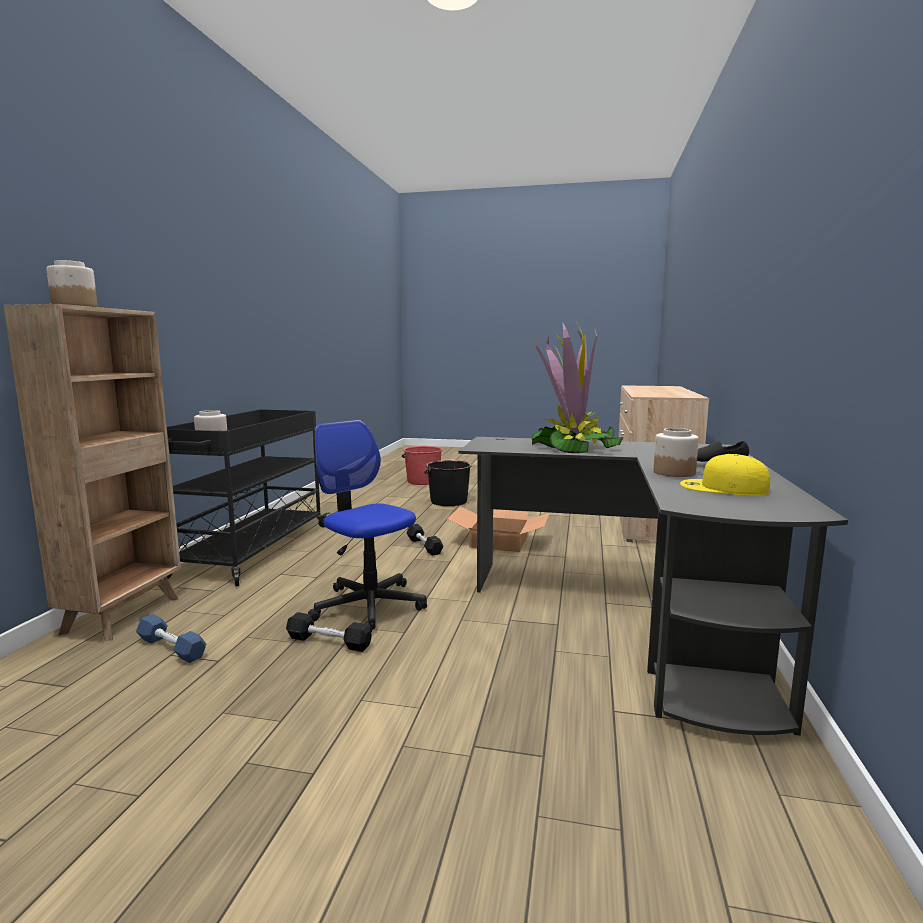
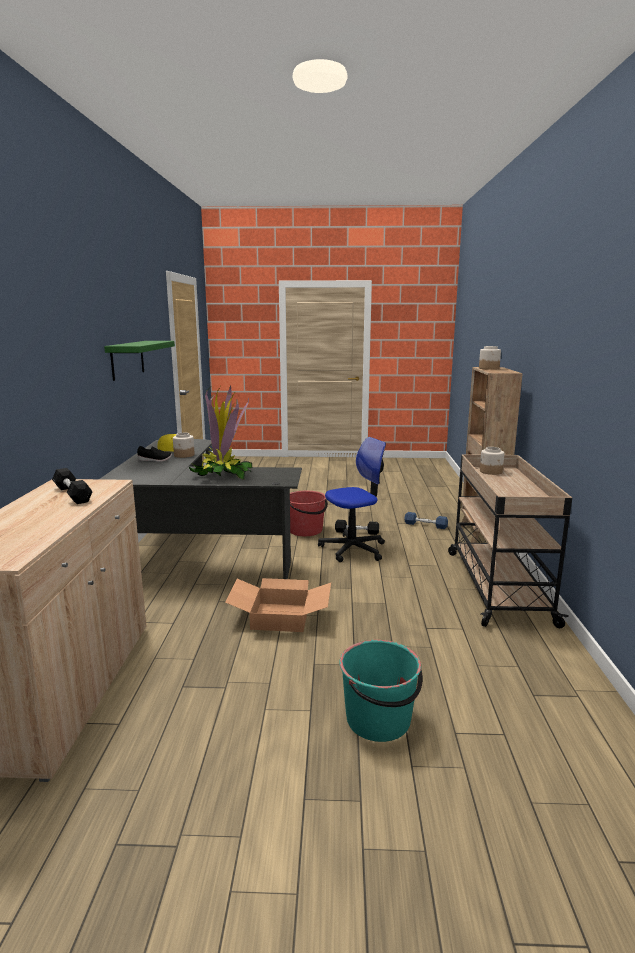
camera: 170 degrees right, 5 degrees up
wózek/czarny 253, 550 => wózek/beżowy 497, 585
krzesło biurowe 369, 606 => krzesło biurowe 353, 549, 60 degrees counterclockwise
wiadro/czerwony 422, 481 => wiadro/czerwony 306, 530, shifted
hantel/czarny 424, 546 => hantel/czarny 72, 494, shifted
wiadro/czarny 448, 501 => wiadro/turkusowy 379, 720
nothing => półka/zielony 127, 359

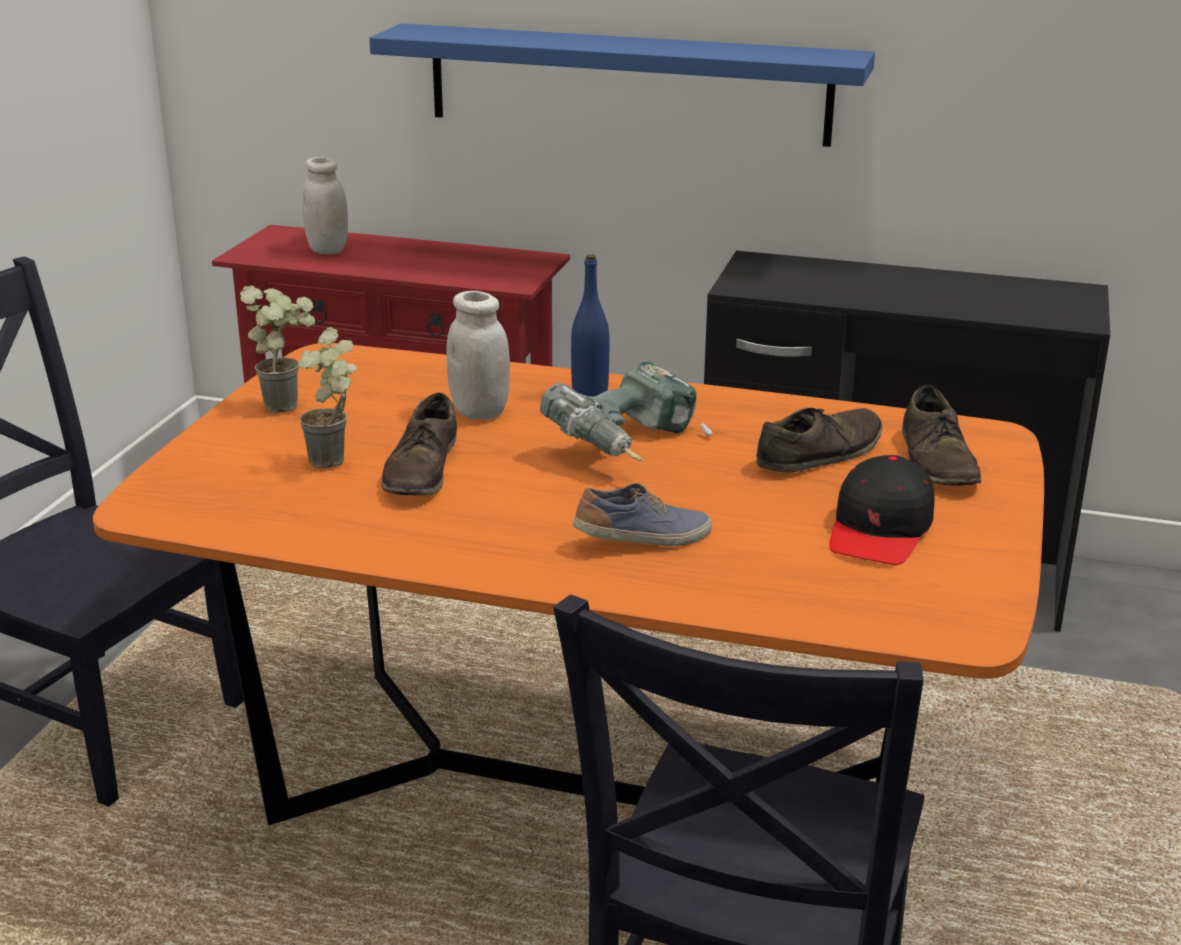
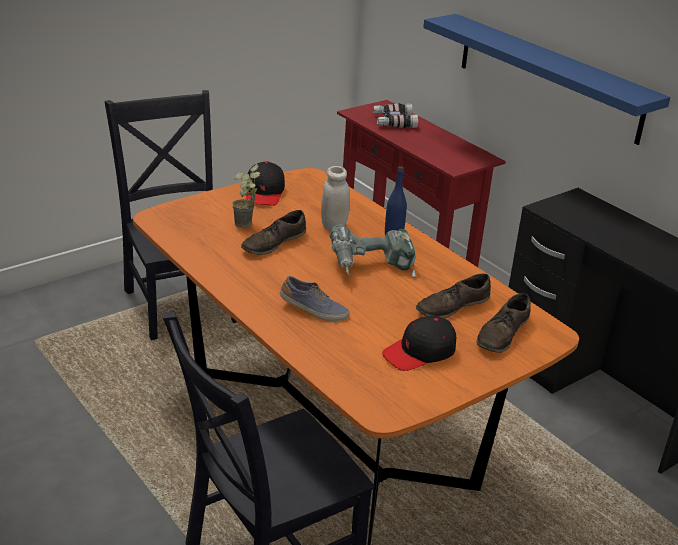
camera: 35 degrees right, 5 degrees up
roślina doniczkowa 288, 404 => czapka z daszkiem/czarny 264, 193
słoik/biały 328, 250 => lornetka 393, 121
but/brązowy 820, 453 => but/brązowy 452, 306, 150 degrees clockwise

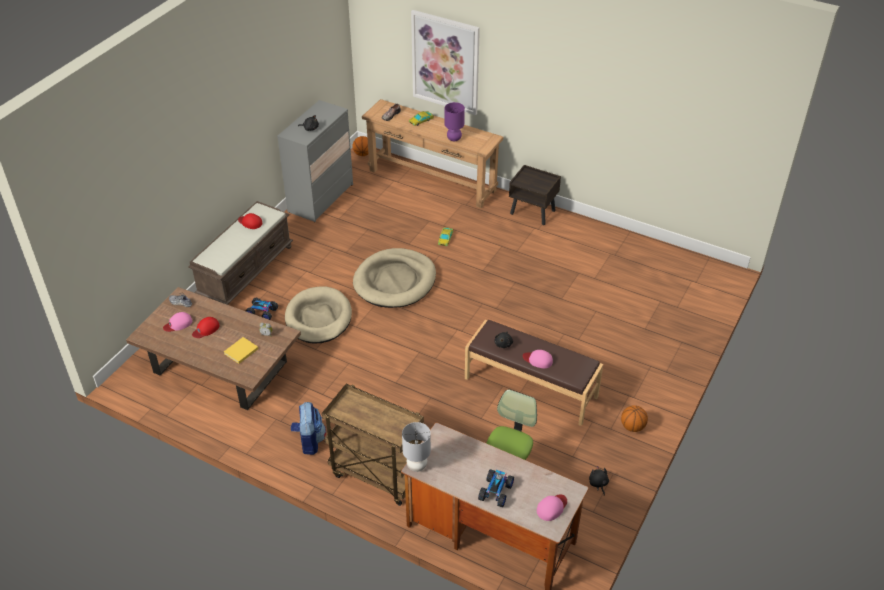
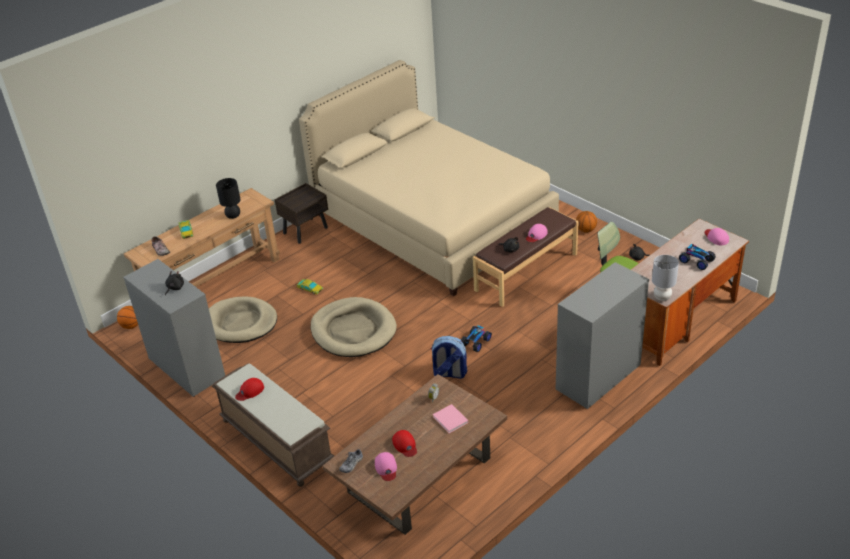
camera: 70 degrees left, 5 degrees down
książka/żółty 240, 351 => książka/różowy 451, 420
samochodzik 262, 312 => samochodzik 475, 342, shifted
legowisko/beżowy 318, 318 => legowisko/beżowy 241, 323, shifted
plecak 309, 441 => plecak 449, 373, shifted
wózek/brązowy 375, 474 => komoda/szary 598, 377
obraz 445, 62 => nothing
lampa stołowa/fioletowy 454, 139 => lampa stołowa/czarny 233, 215
nothing => łóżko/beżowy 432, 221

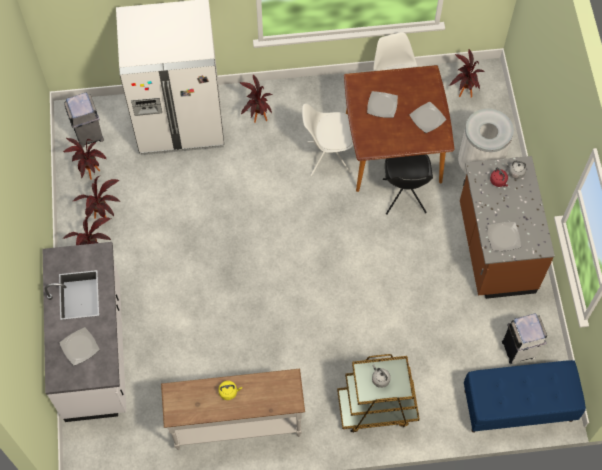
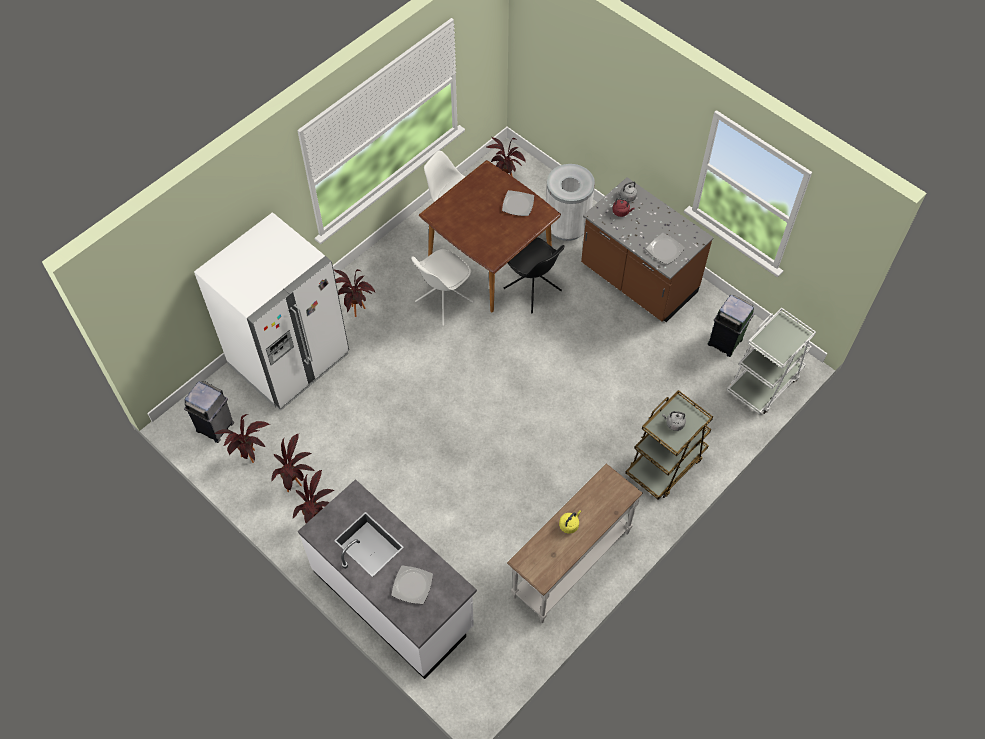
camera: 40 degrees left, 5 degrees down
talerz 382, 105 => nothing
ławka/niebieski 517, 406 => wózek/biały 764, 383
kosz na śmieci/biały 518, 350 => kosz na śmieci/zielony 725, 342

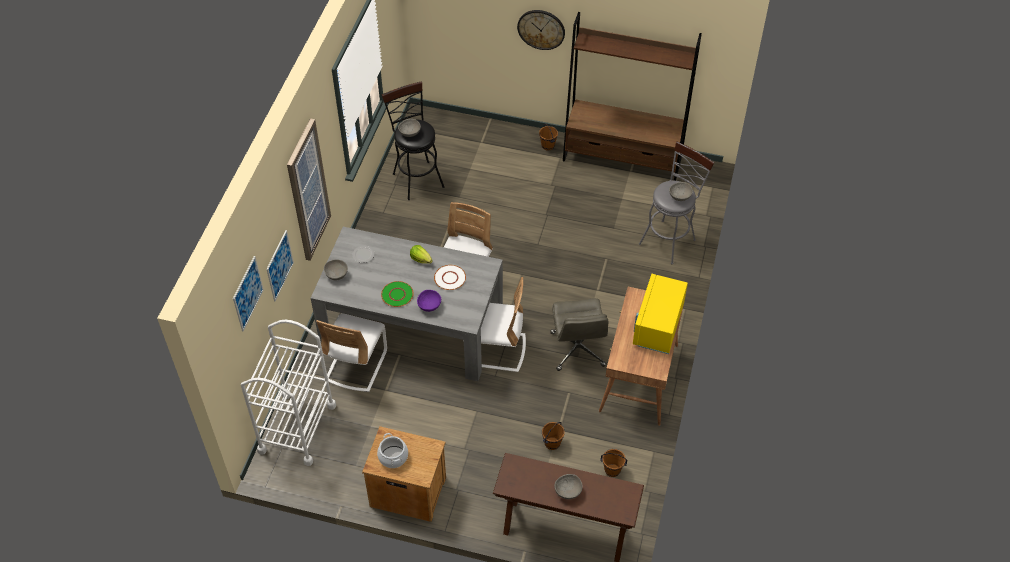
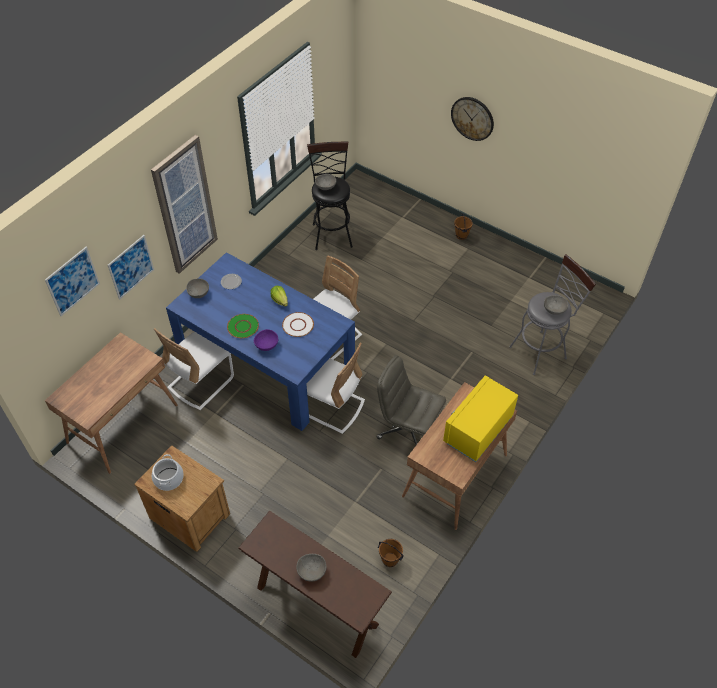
camera: 20 degrees right, 0 degrees up
wózek/biały 297, 428 => biurko/brązowy 123, 423
stół jadalny/szary 412, 326 => stół jadalny/niebieski 266, 362
wiadro/brązowy 552, 443 => nothing
krzesło biurowe/szary 578, 350 => krzesło biurowe/szary 408, 430, 105 degrees clockwise
regał/brązowy 622, 159 => nothing

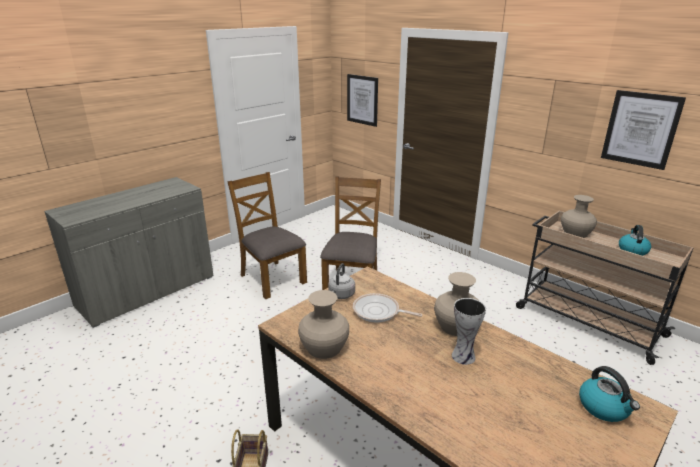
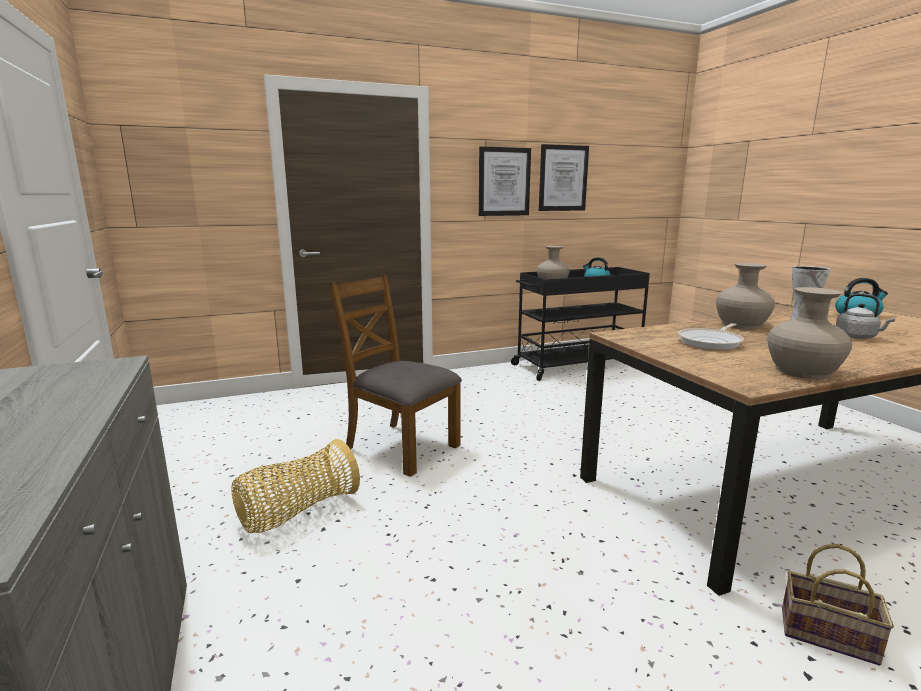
camera: 65 degrees left, 10 degrees down
krzesło/brązowy 272, 279 => koszyk 297, 512
czajnik/szary 341, 295 => czajnik/szary 858, 337, shifted
obraz 362, 100 => obraz 504, 182, shifted
wózek/beżowy 587, 321 => wózek/czarny 577, 365

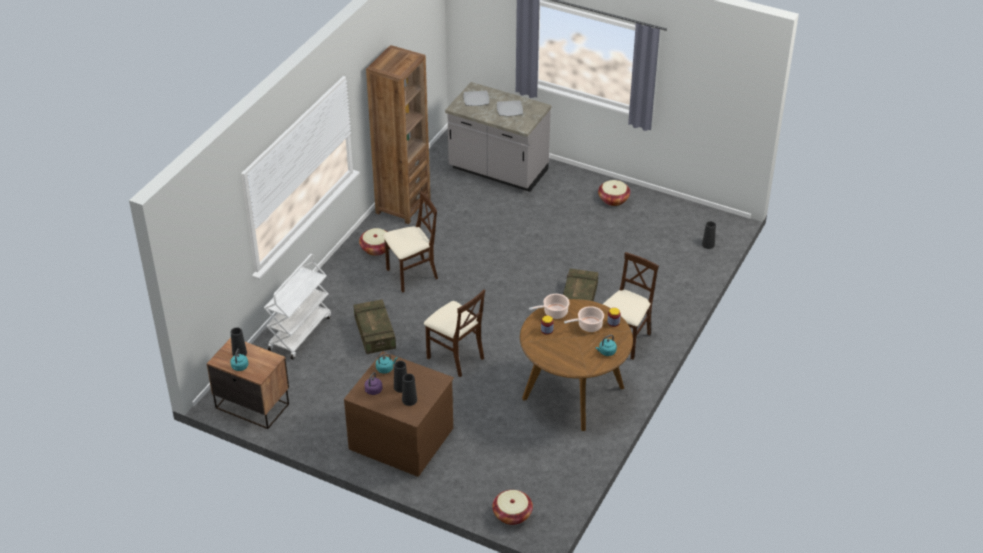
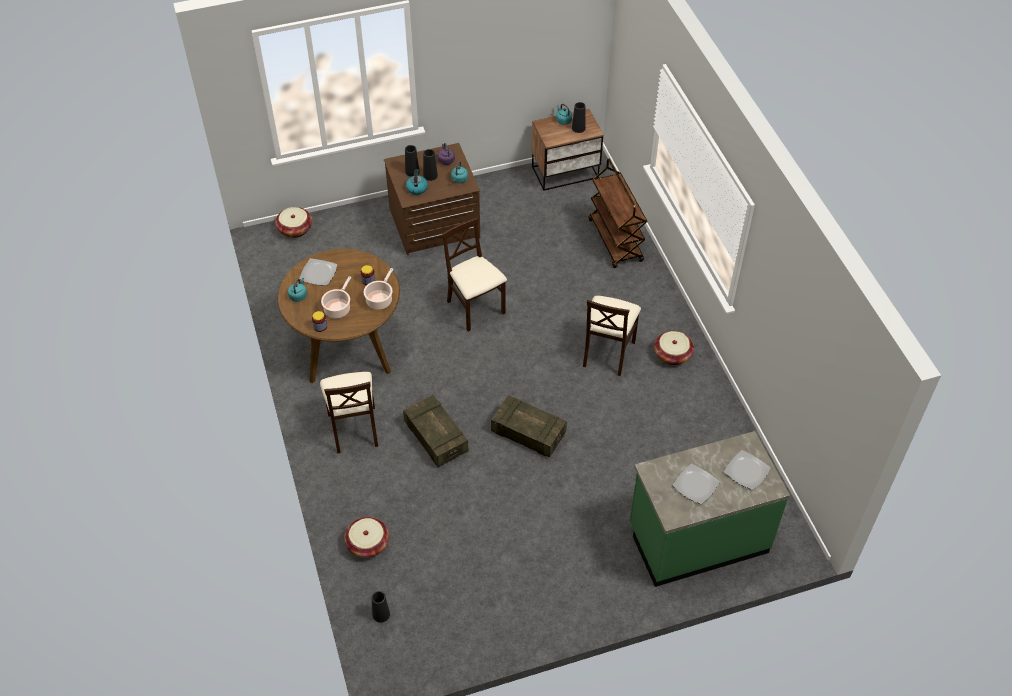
camera: 135 degrees right, 10 degrees up
wózek/biały 300, 332 => wózek/brązowy 615, 241
skrzynka 375, 334 => skrzynka 528, 433, shifted
regał/brązowy 403, 206 => nothing
krzesło/beżowy 455, 357 => krzesło/beżowy 475, 308, 60 degrees clockwise
zabudowa kuchenna/szary 498, 171 => zabudowa kuchenna/zielony 697, 538
koszyk 613, 199 => koszyk 368, 544, shifted
nothing => talerz 318, 274
nothing => czajnik 416, 188

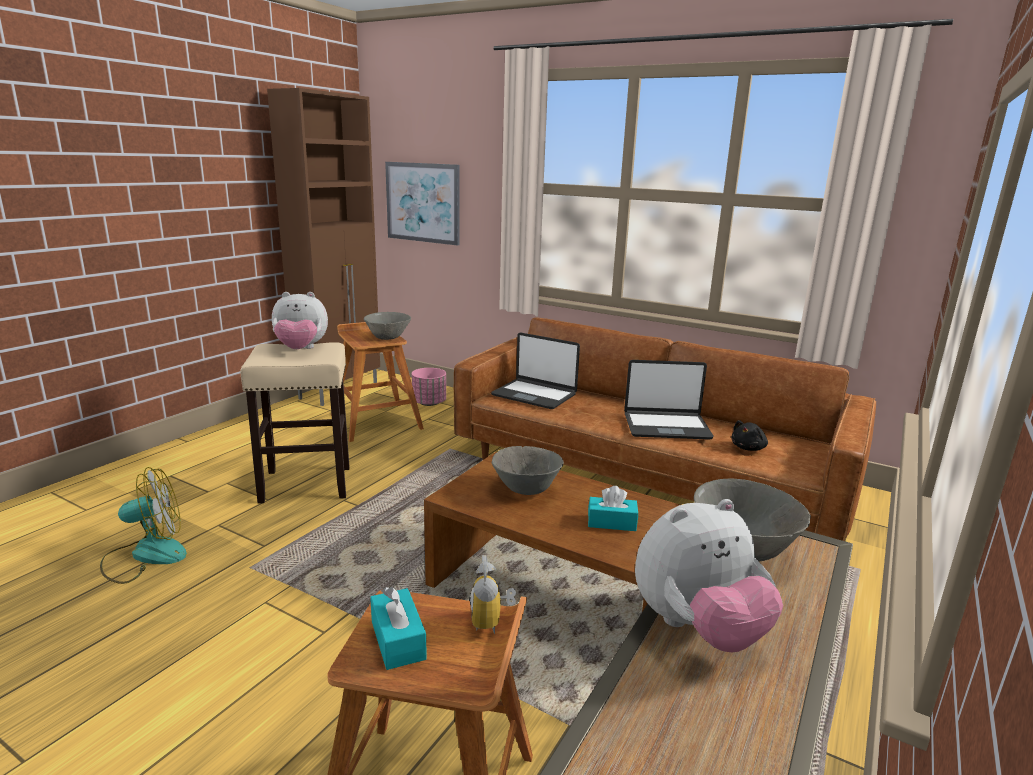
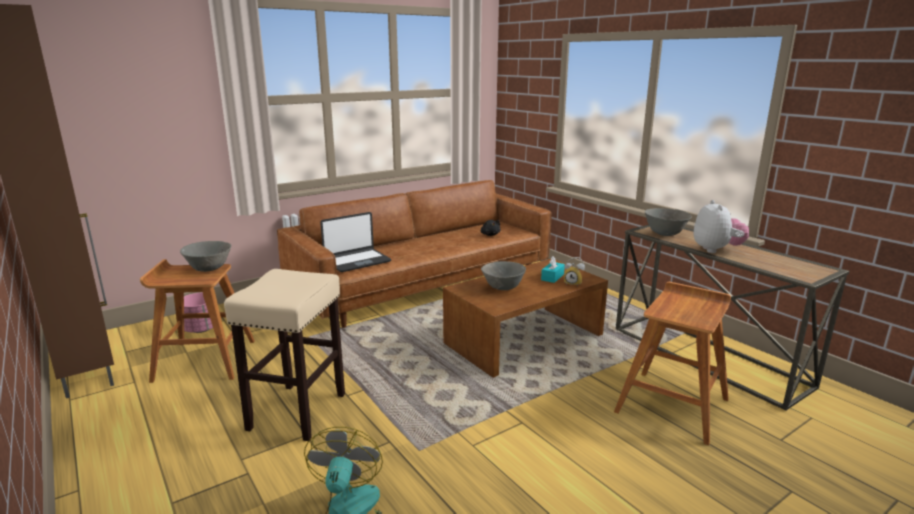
camera: 65 degrees left, 0 degrees up
pluszak 301, 350 => nothing
pudełko chusteczek/turkusowy 398, 640 => nothing
obraz 423, 202 => nothing
budzik 492, 622 => budzik 573, 283, shifted
laptop 666, 426 => nothing

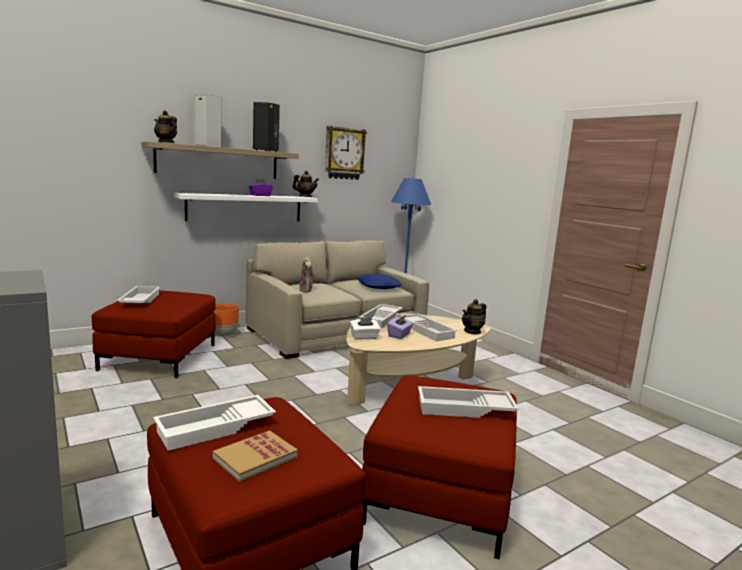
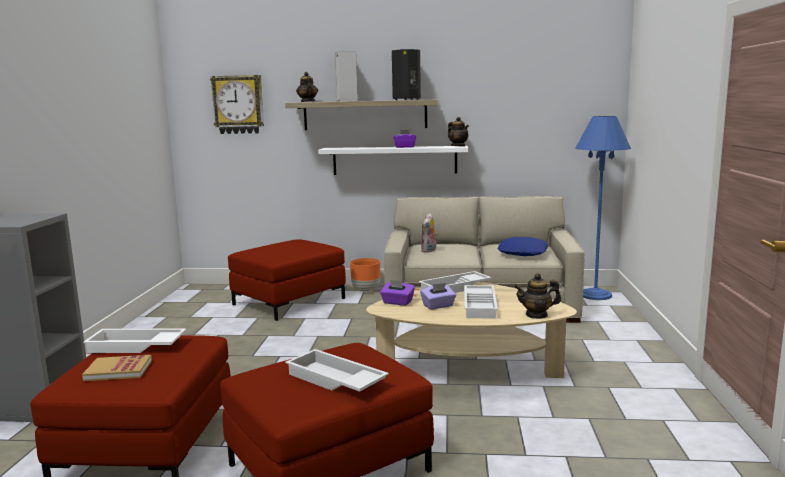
camera: 40 degrees right, 0 degrees up
taca/biały 139, 300 => nothing
zegar ścienny 344, 153 => zegar ścienny 238, 104, shifted
pudełko chusteczek/biały 364, 337 => pudełko chusteczek/fioletowy 397, 302

